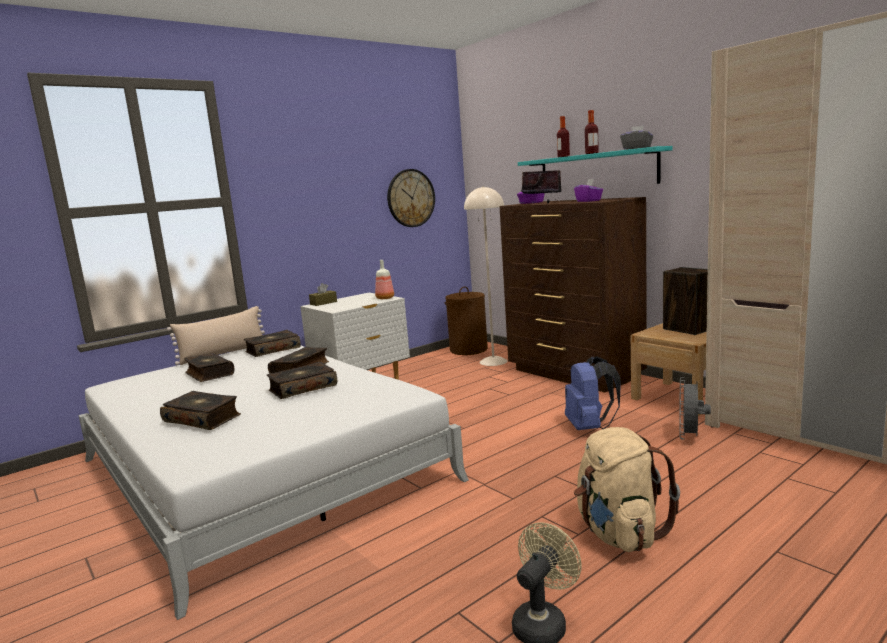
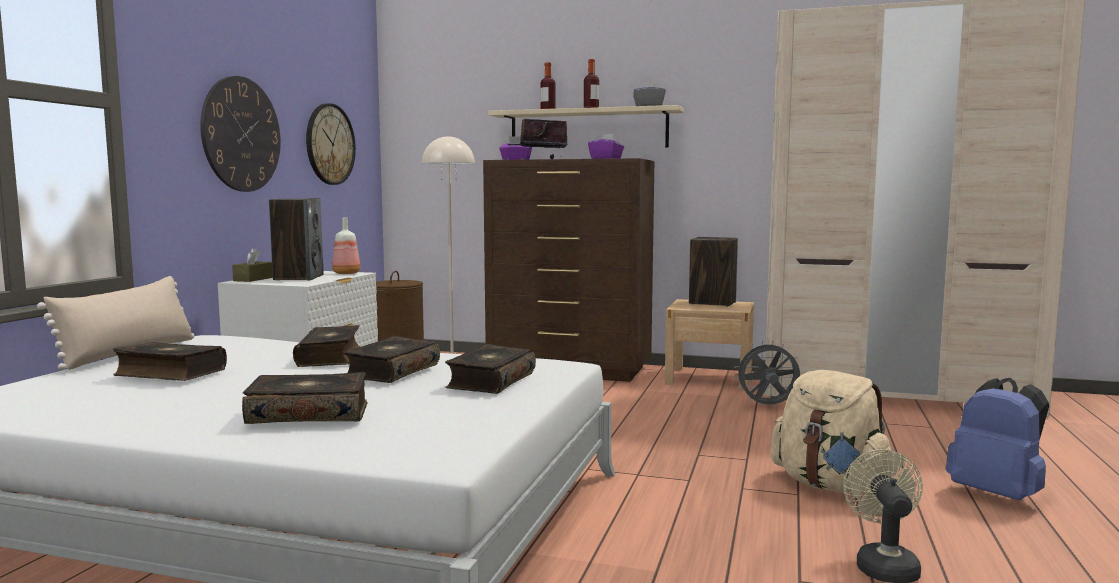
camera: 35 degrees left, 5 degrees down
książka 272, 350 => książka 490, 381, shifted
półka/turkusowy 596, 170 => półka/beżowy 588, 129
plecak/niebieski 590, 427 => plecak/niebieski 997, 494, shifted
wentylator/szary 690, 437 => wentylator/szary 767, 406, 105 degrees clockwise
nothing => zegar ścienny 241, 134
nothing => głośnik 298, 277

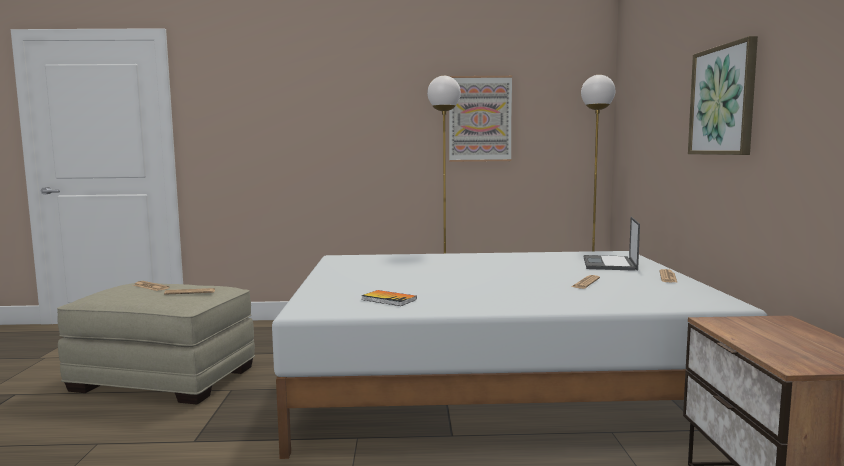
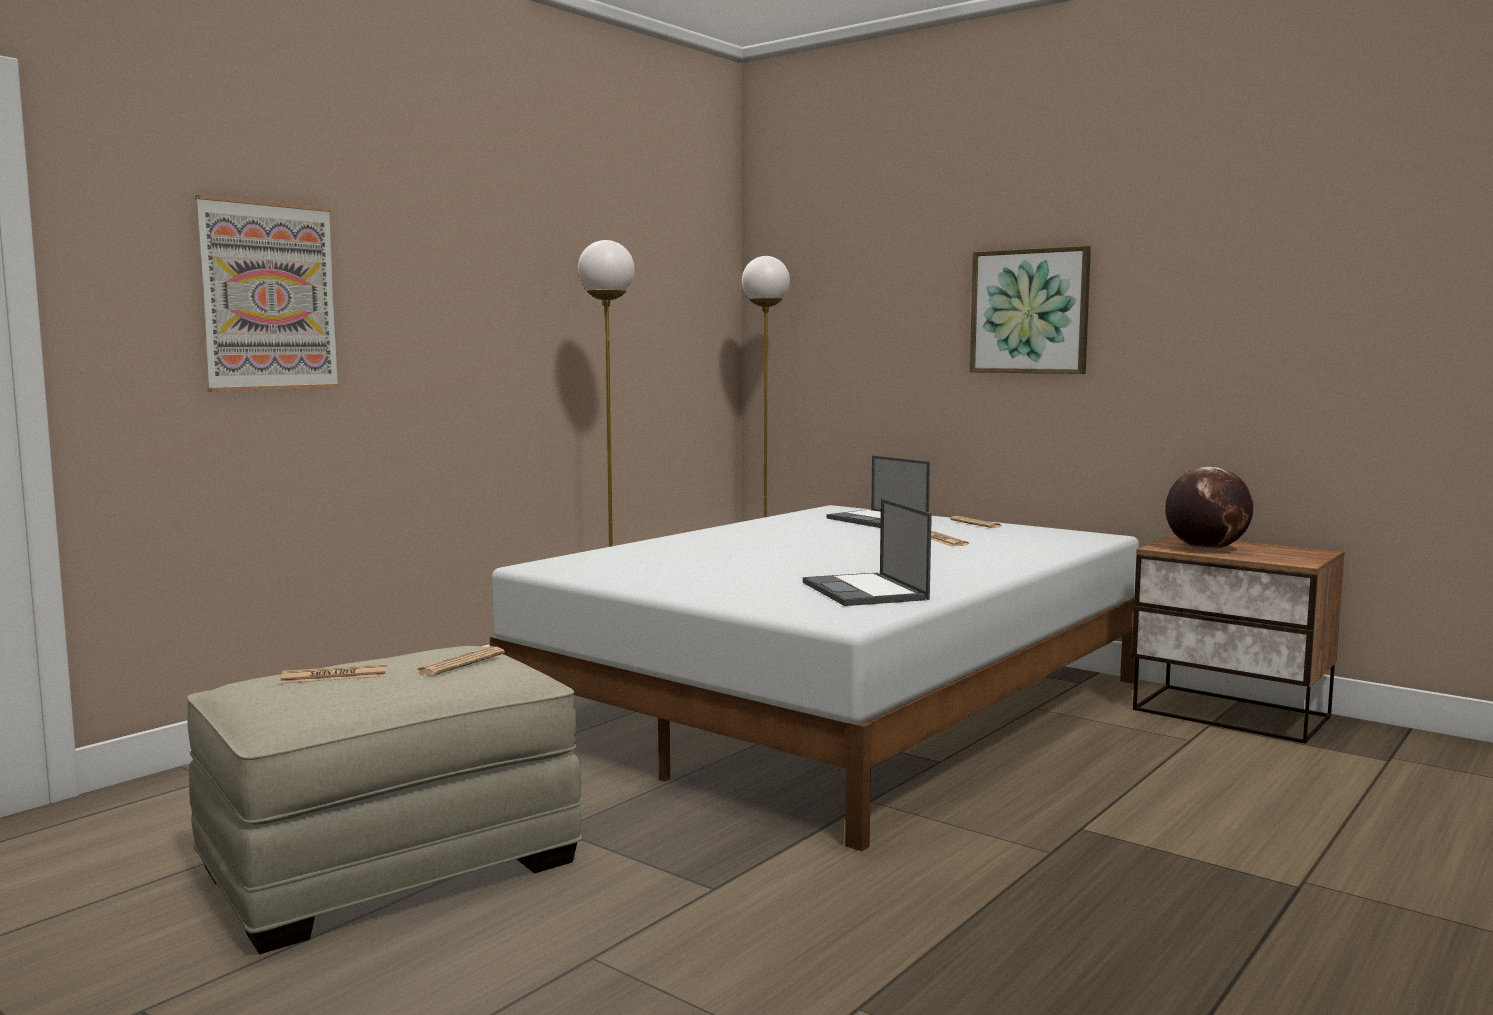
camera: 50 degrees left, 0 degrees up
książka 389, 299 => laptop 865, 591
obraz 480, 119 => obraz 269, 296, shifted
nothing => globus 1206, 549

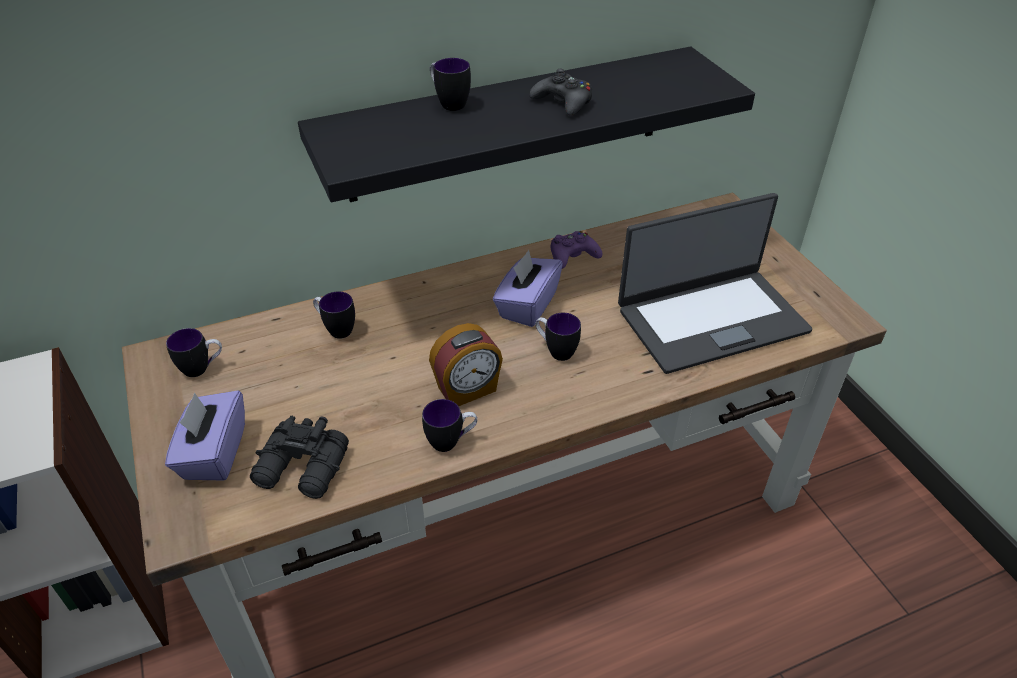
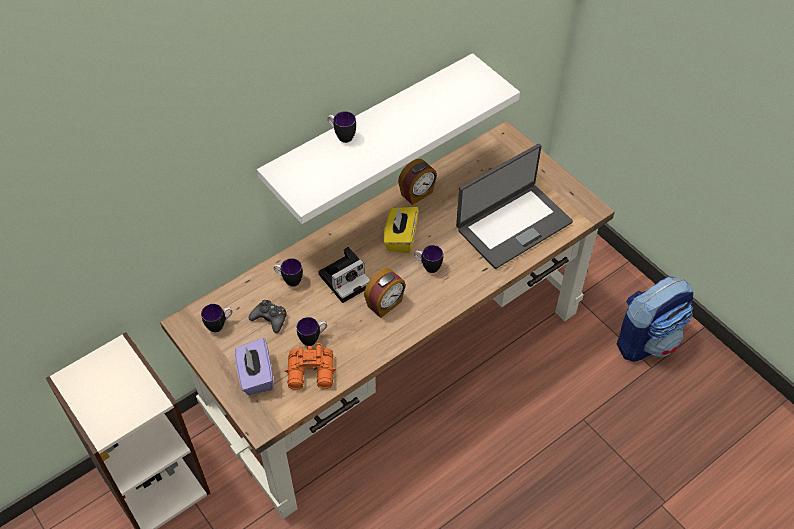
camera: 15 degrees left, 10 degrees up
lornetka/czarny 303, 470 => lornetka/pomarańczowy 312, 374
półka/czarny 508, 124 => półka/biały 370, 129
kubek 451, 442 => kubek 313, 338, shifted
pudełko chusteczek/fioletowy 527, 305 => pudełko chusteczek/żółty 400, 238
pad do gier/czarny 563, 102 => pad do gier/czarny 270, 318, shifted
pad do gier/fioletowy 573, 255 => budzik 417, 194
nothing => aparat fotograficzny 346, 279
nothing => plecak 647, 340

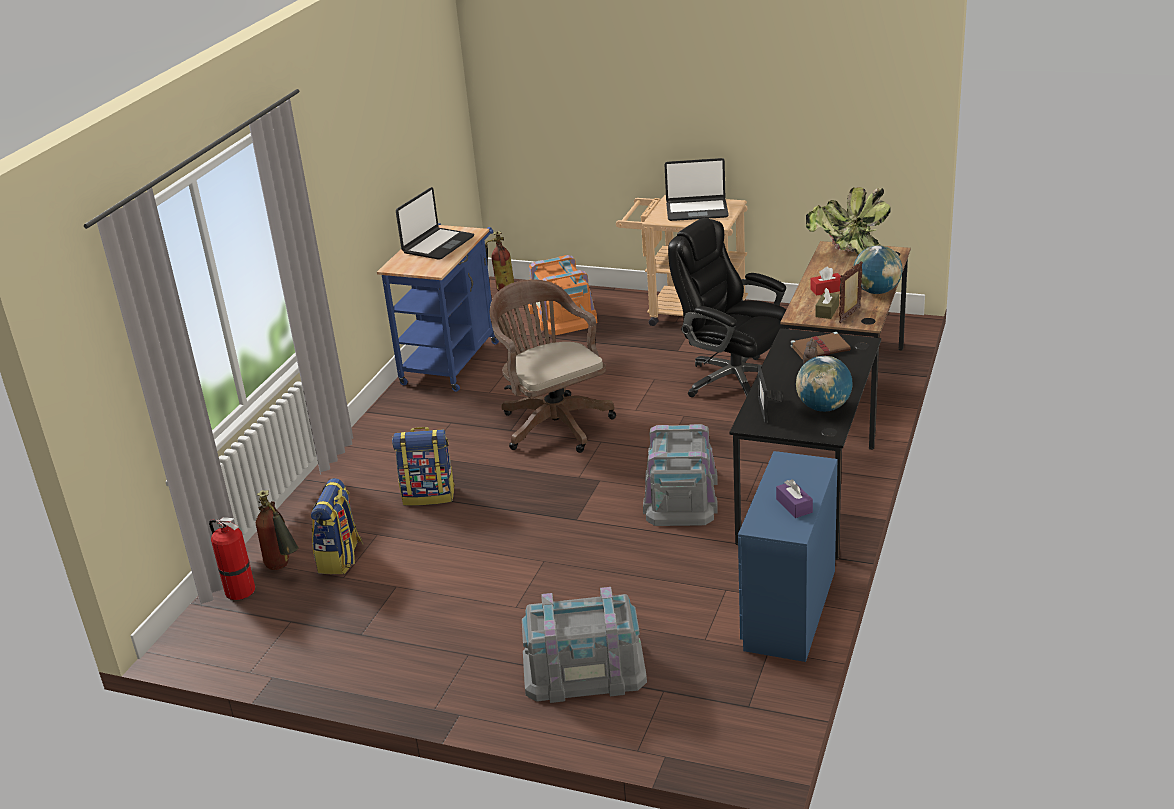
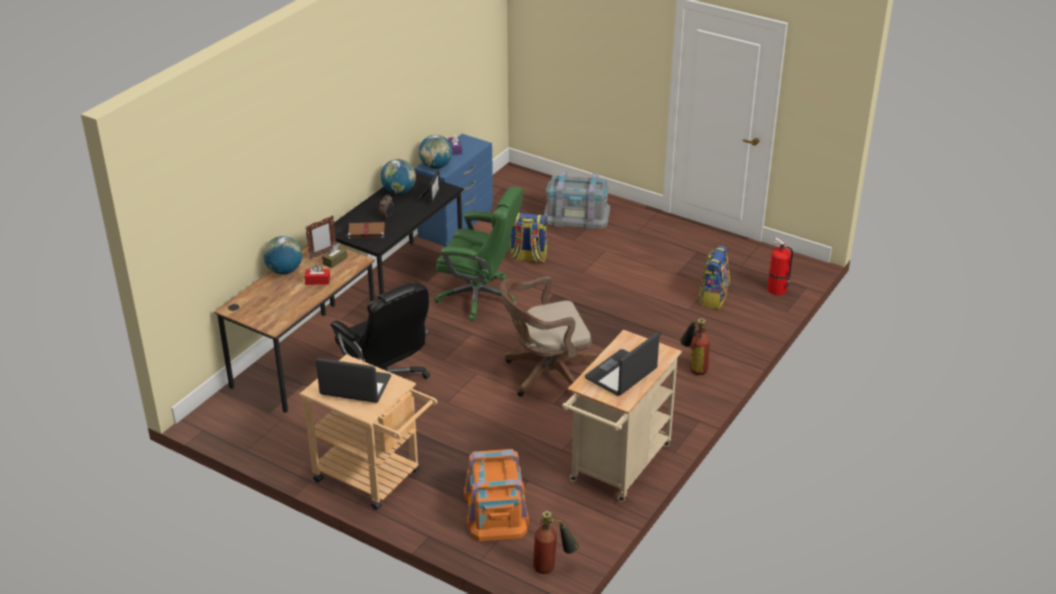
camera: 170 degrees left, 5 degrees up
gaśnica 283, 568 => gaśnica 694, 366, shifted
wózek/niebieski 452, 359 => wózek/beżowy 617, 468
plecak 429, 495 => plecak 528, 257, shifted
krzesło biurowe/brązowy 553, 423 => krzesło biurowe/brązowy 545, 374, 90 degrees clockwise
pojemnik do przechowywania/szary 680, 495 => krzesło biurowe/zielony 479, 297
roślina doniczkowa 848, 255 => nothing
nothing => globus 436, 166

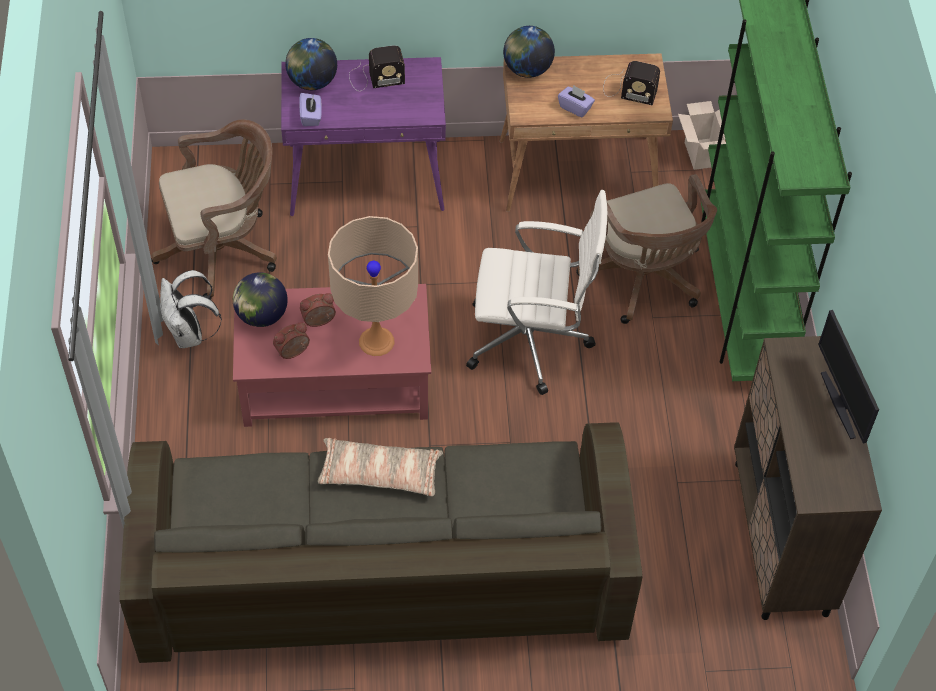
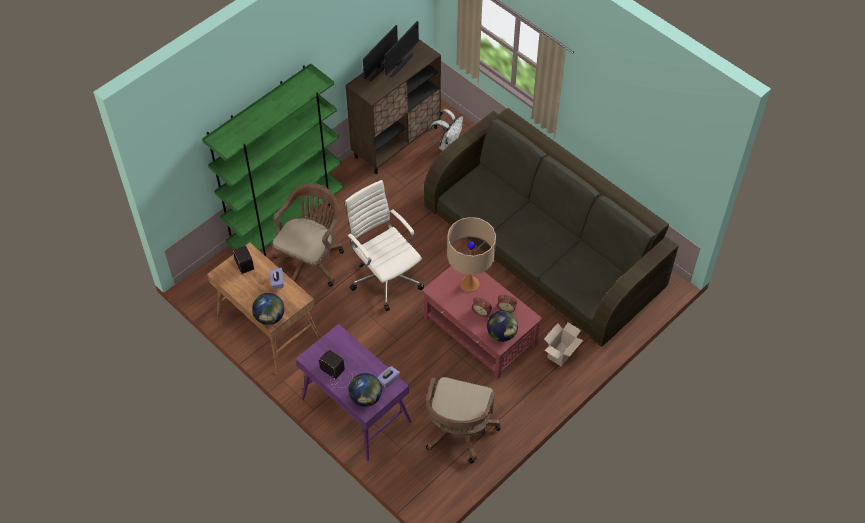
camera: 130 degrees left, 0 degrees up
krzesło biurowe/brązowy 223, 249 => krzesło biurowe/brązowy 458, 433, 105 degrees counterclockwise
plecak/biały 190, 334 => plecak/biały 447, 144, shifted
poduszka 379, 474 => nothing
karton 700, 153 => karton 560, 355, shifted
nothing => monitor 401, 64

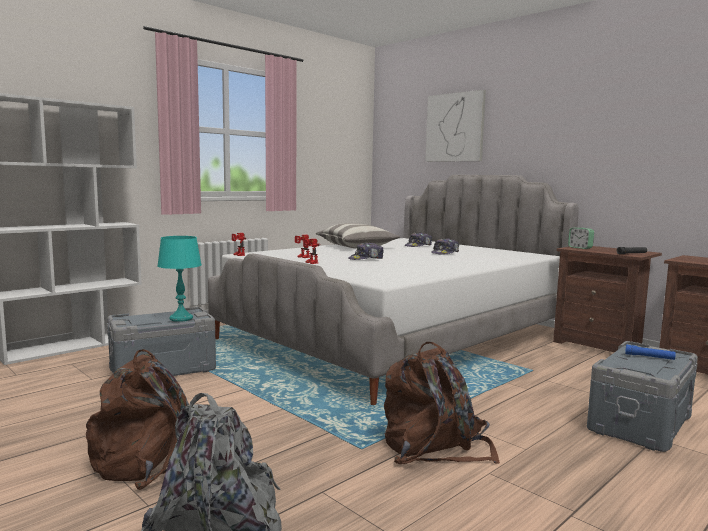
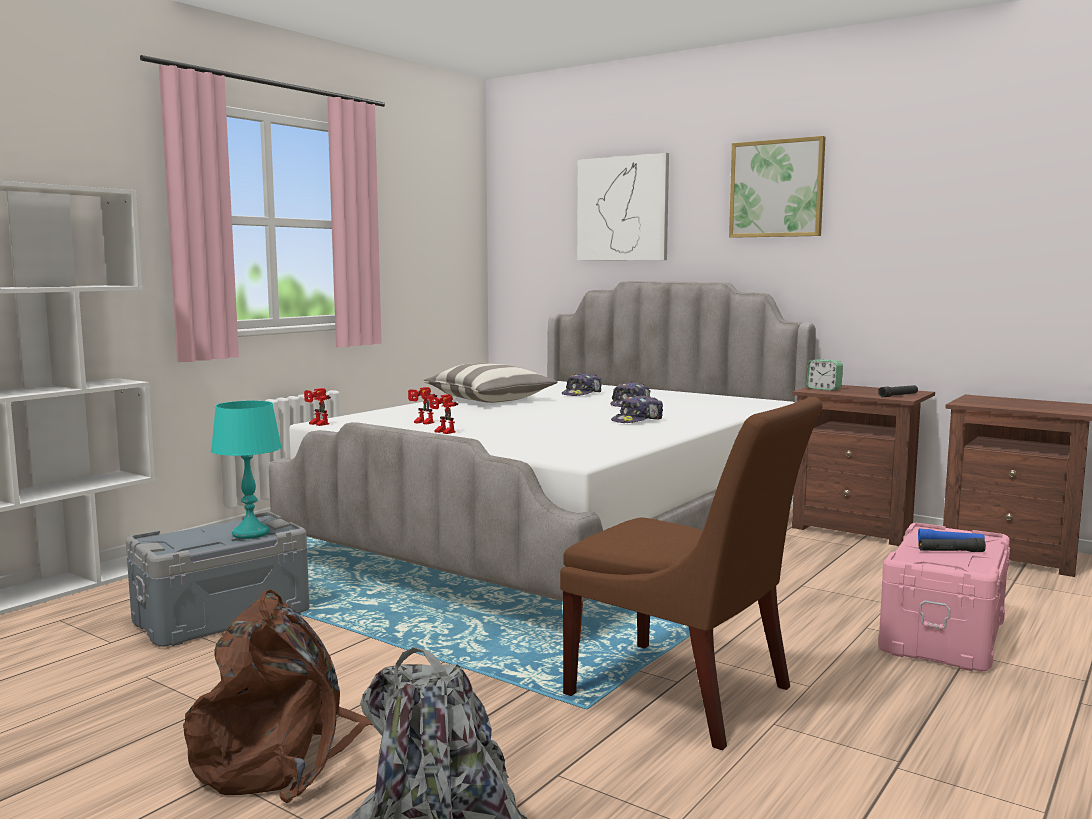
camera: 10 degrees left, 0 degrees up
czapka z daszkiem 366, 259 => czapka z daszkiem 638, 420, shifted
plecak/brązowy 434, 446 => krzesło/brązowy 686, 695
pojemnik do przechowywania/szary 638, 422 => pojemnik do przechowywania/różowy 941, 634
nothing => obraz 776, 188
nothing => latarka/czarny 950, 551

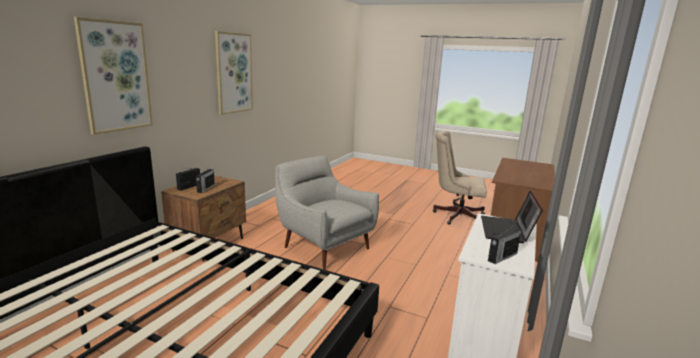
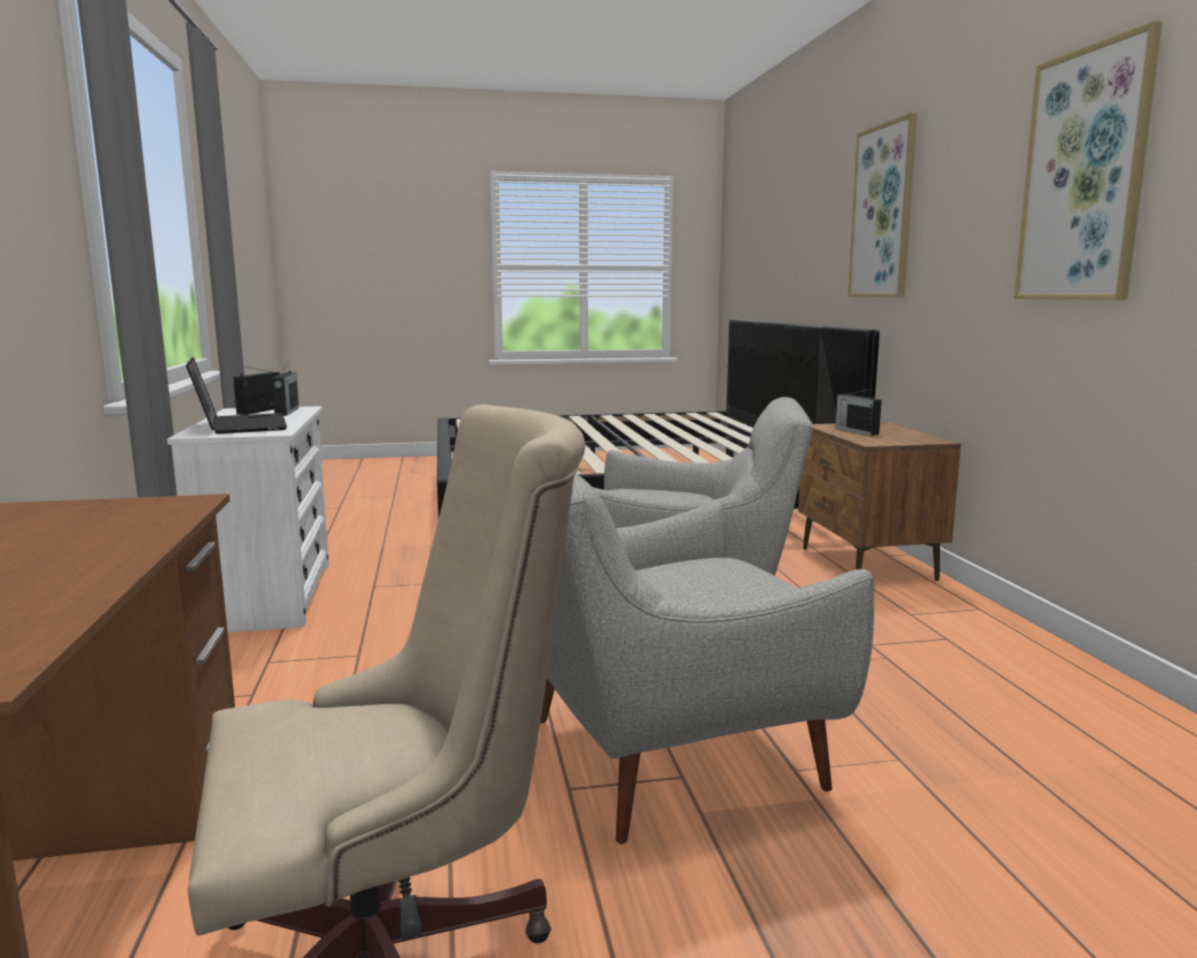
camera: 145 degrees right, 5 degrees down
radio 189, 186 => radio 286, 412, shifted
nothing => fotel/szary 658, 756

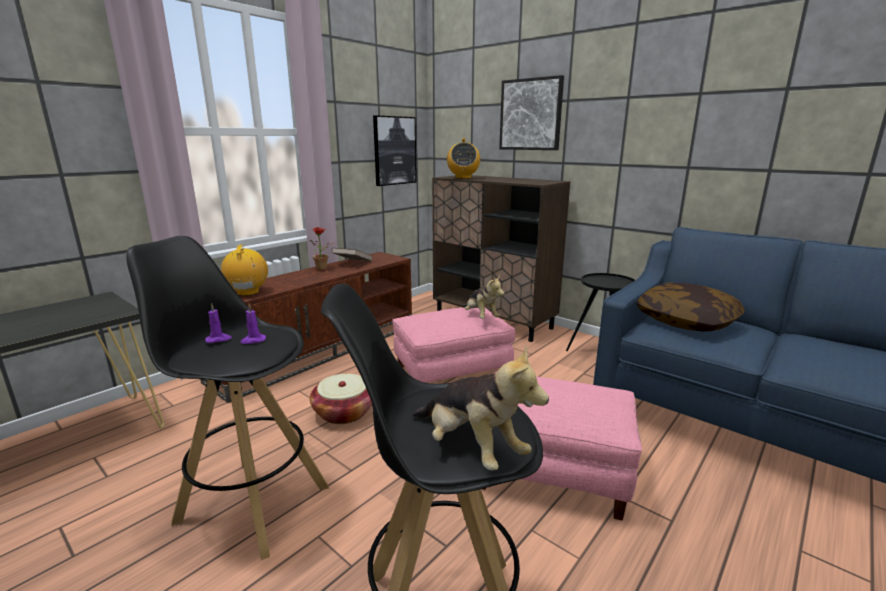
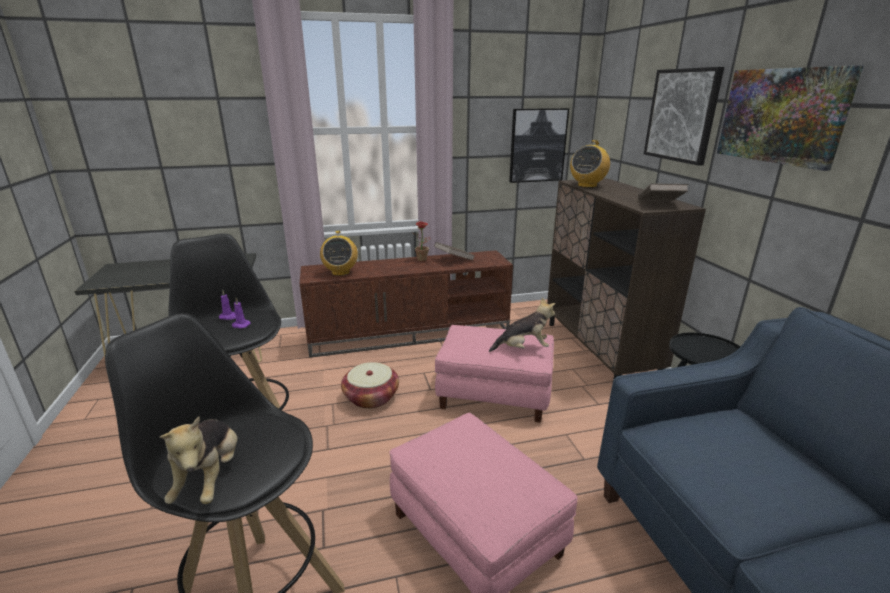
camera: 35 degrees right, 5 degrees up
radio 248, 292 => radio 340, 272, 150 degrees clockwise
pluszak 480, 317 => pluszak 523, 348, 105 degrees counterclockwise
poduszka 685, 322 => nothing
nothing => książka/brązowy 659, 204
nothing => obraz 781, 116

